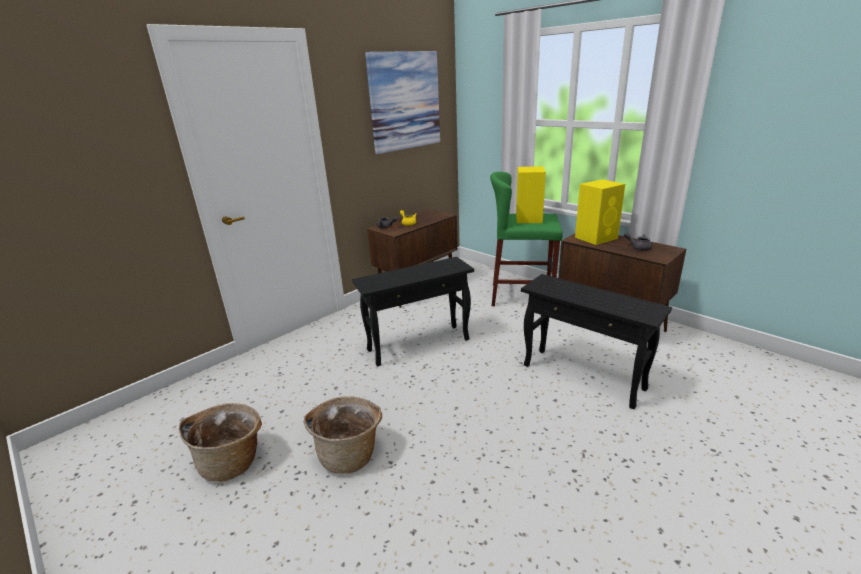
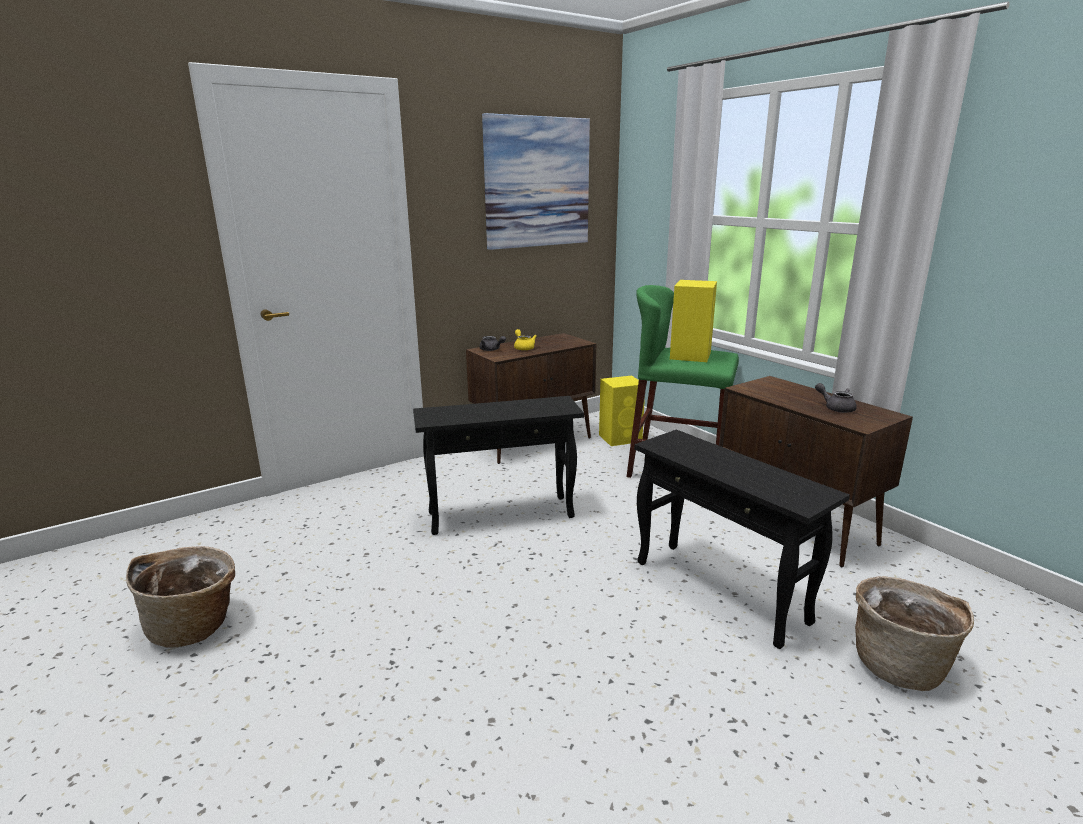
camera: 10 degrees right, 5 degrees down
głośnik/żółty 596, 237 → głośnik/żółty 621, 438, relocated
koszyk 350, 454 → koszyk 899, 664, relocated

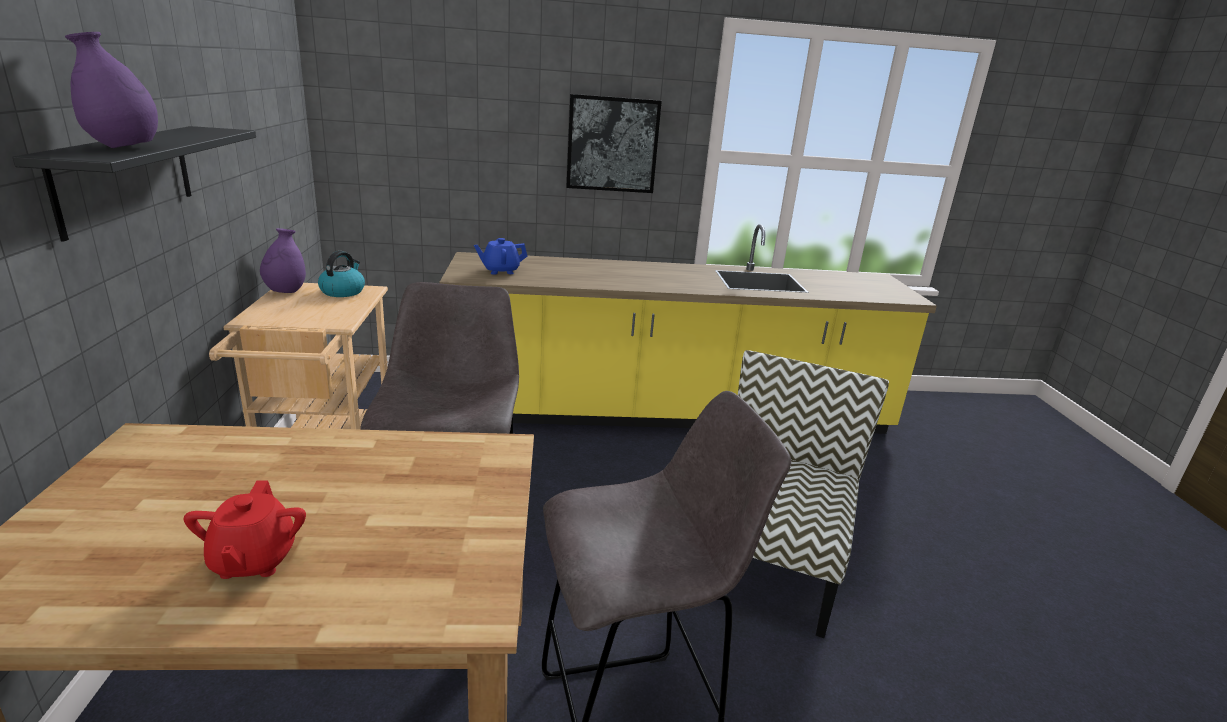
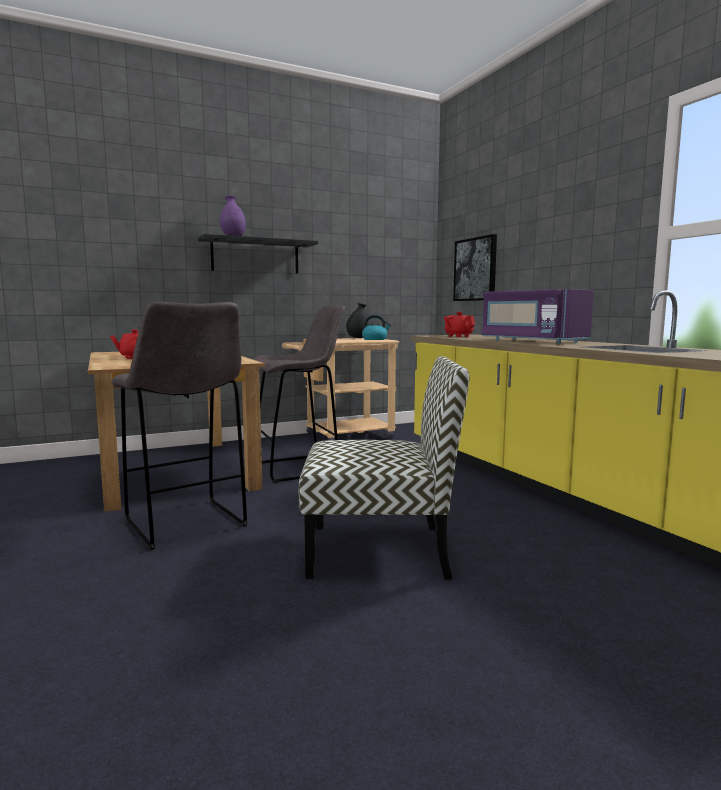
camera: 70 degrees right, 15 degrees down
wazon/fioletowy 286, 292 → wazon/czarny 357, 338
imbryk/niebieski 500, 271 → imbryk/czerwony 458, 336
obraz 612, 144 → obraz 475, 269, relocated
- → mikrofalówka/fioletowy 531, 341

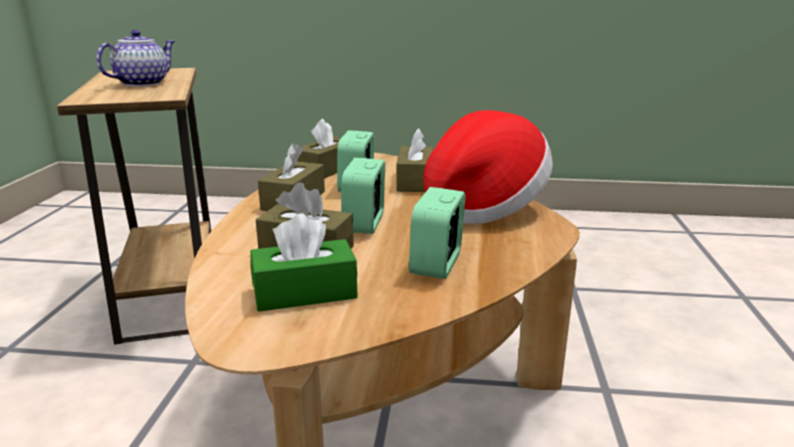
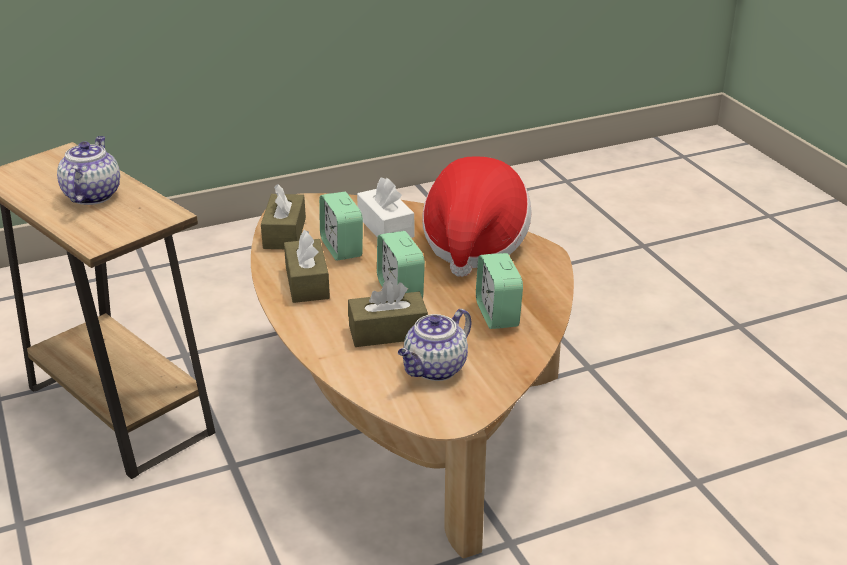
camera: 30 degrees left, 10 degrees up
pudełko chusteczek/brązowy 415, 181 → pudełko chusteczek/biały 385, 227
pudełko chusteczek/zielony 304, 292 → imbryk 435, 369

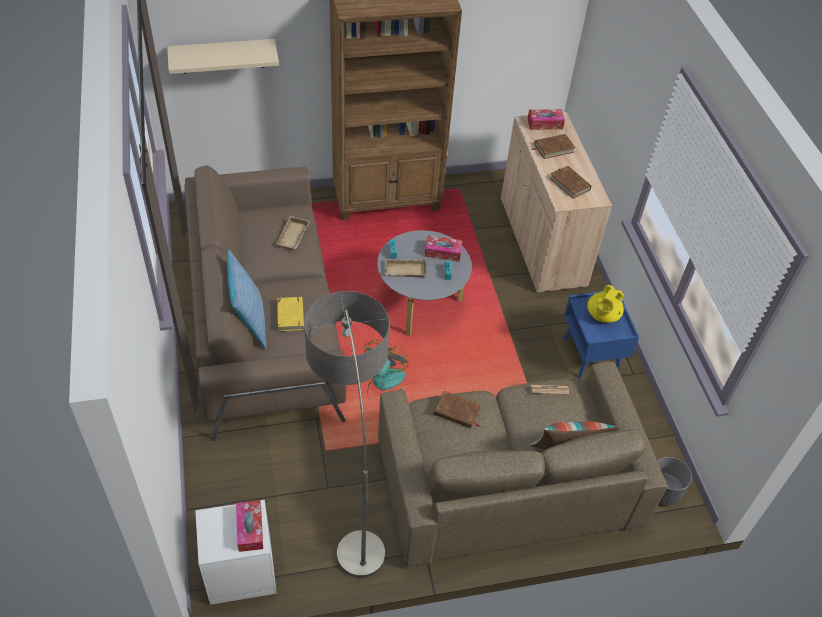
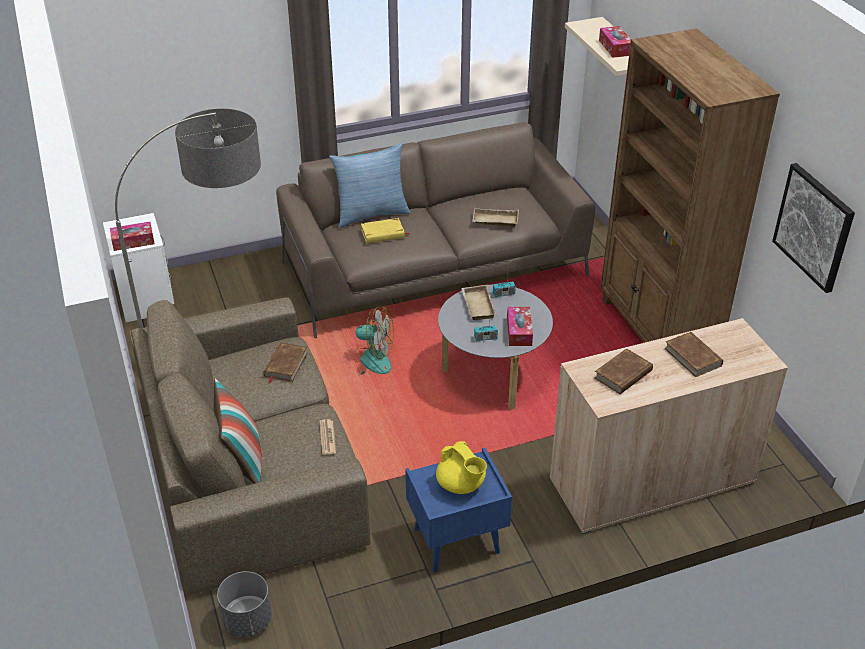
camera: 85 degrees right, 10 degrees down
imbryk/żółty 602, 315 → imbryk/żółty 461, 484, 150 degrees counterclockwise
pudełko chusteczek 545, 124 → pudełko chusteczek 615, 48, relocated
- → obraz 814, 227

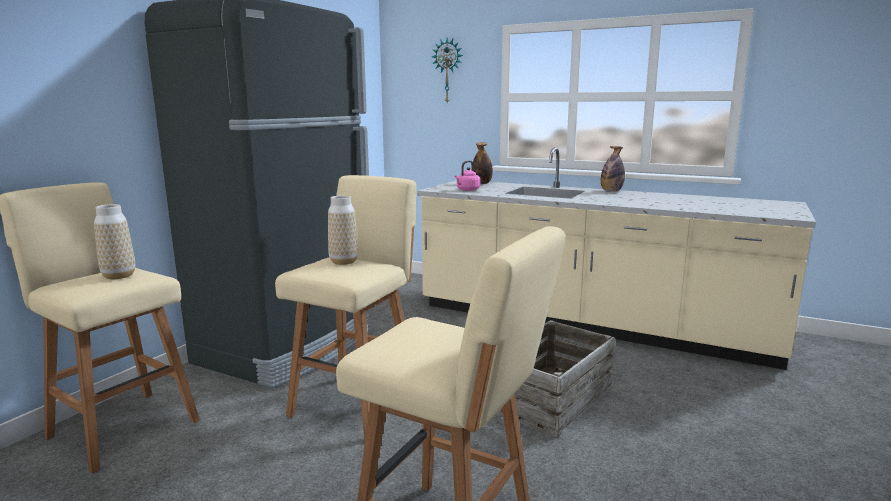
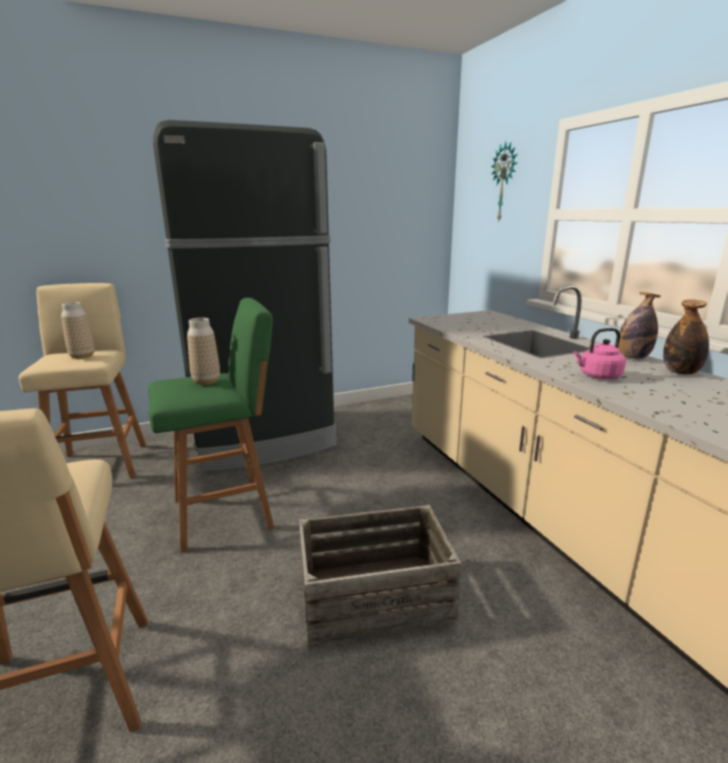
camera: 40 degrees right, 5 degrees up
stołek/beżowy 357, 403 → stołek/zielony 227, 512
czajnik/różowy 467, 190 → czajnik/różowy 598, 376, relocated
butelka 482, 183 → butelka 680, 372, relocated

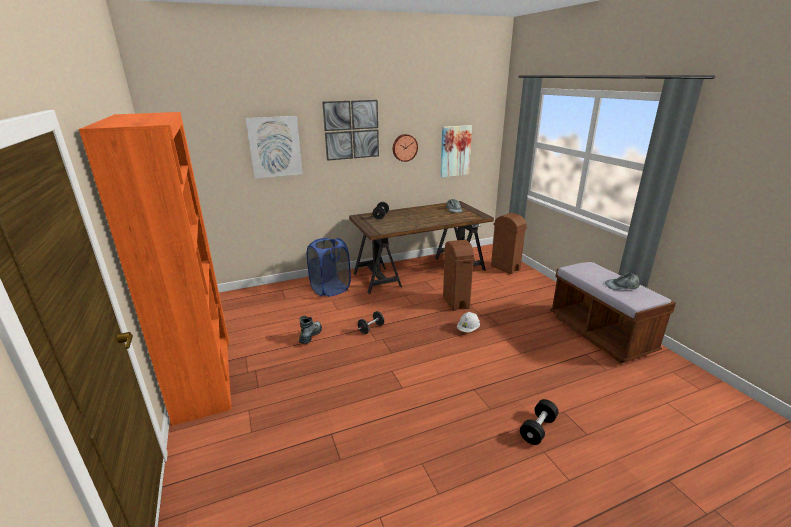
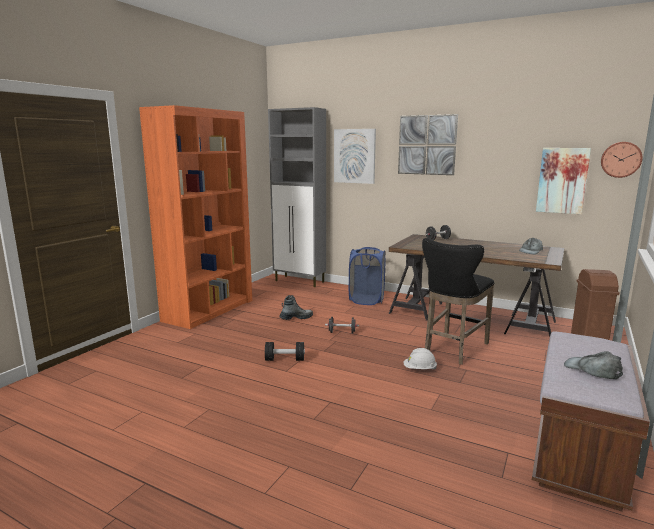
camera: 50 degrees right, 10 degrees down
hantel/czarny 538, 429 → hantel/czarny 285, 359, relocated
- → szafka/szary 300, 281
kosz na śmieci/brązowy 456, 303 → stołek/czarny 453, 349
zegar ścienny 404, 147 → zegar ścienny 621, 159, relocated

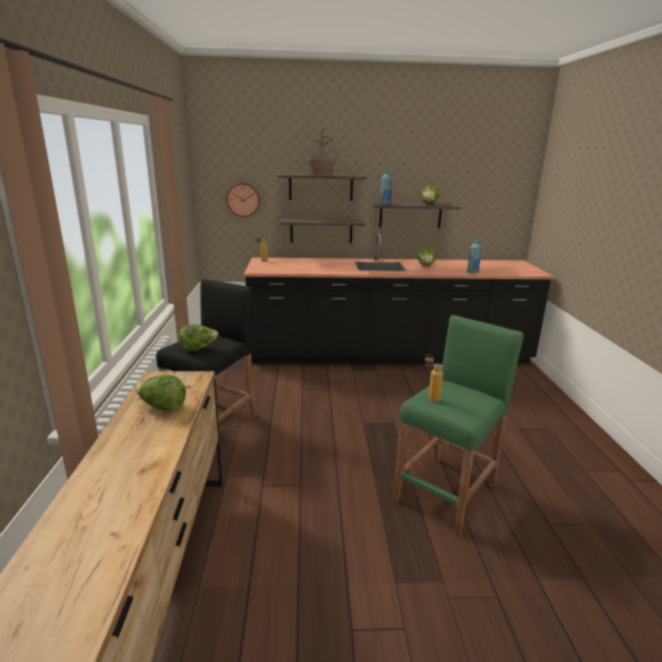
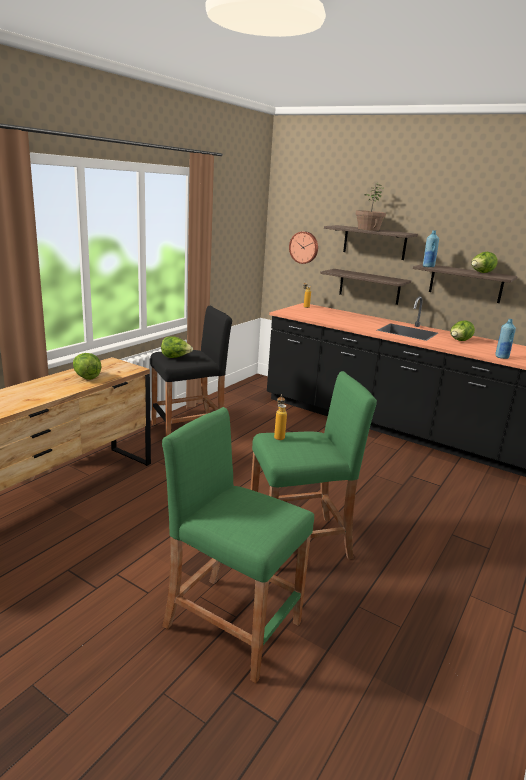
camera: 35 degrees right, 0 degrees up
- → stołek/zielony 232, 624

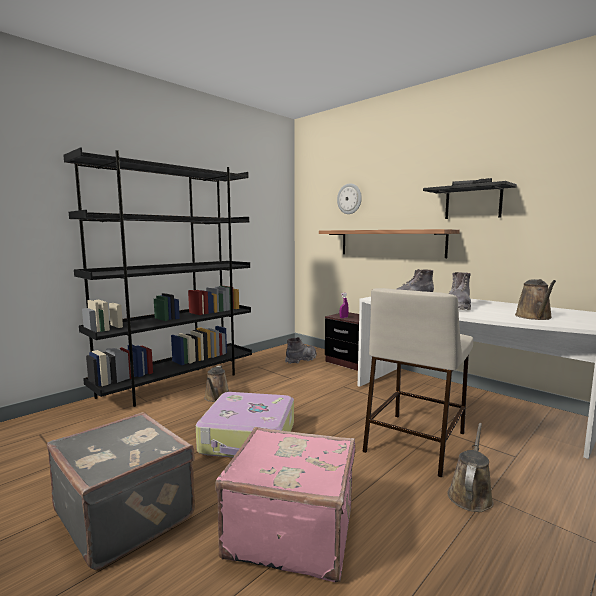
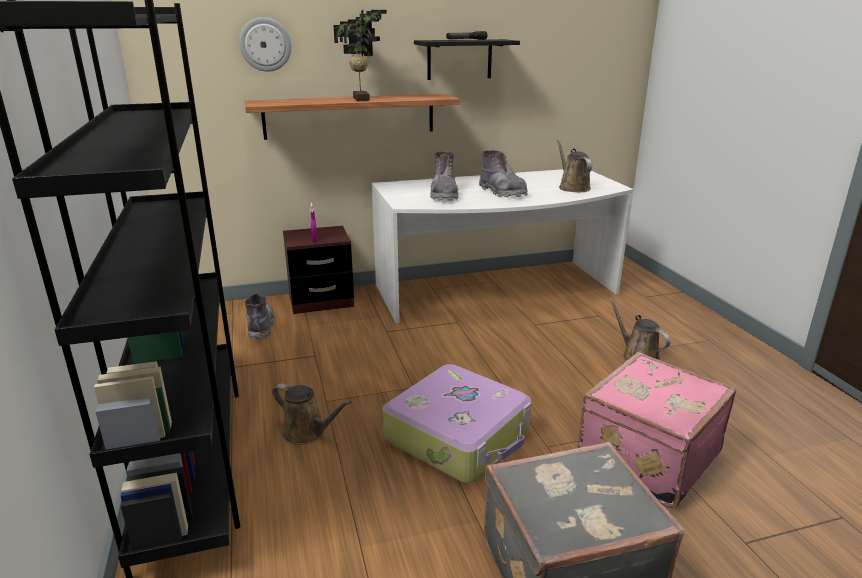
camera: 60 degrees left, 15 degrees up
- → roślina doniczkowa 363, 99
konewka/brązowy 534, 317 → konewka/brązowy 572, 187, 150 degrees counterclockwise
stołek/beżowy 415, 441 → -

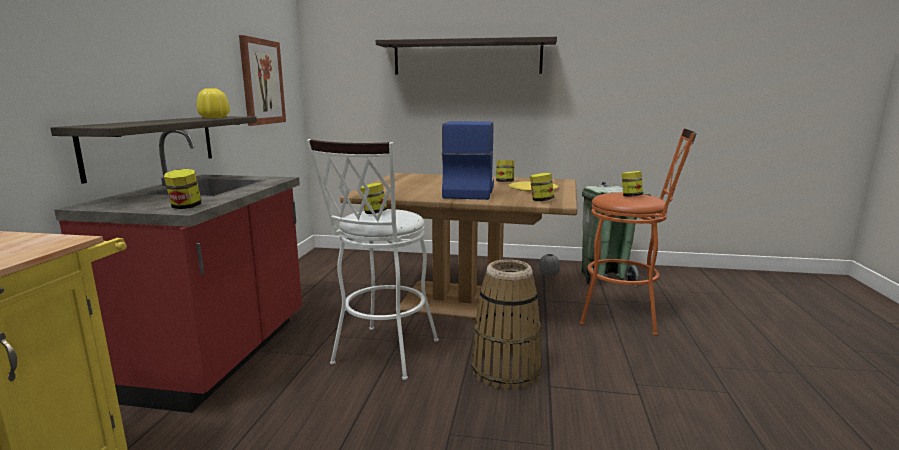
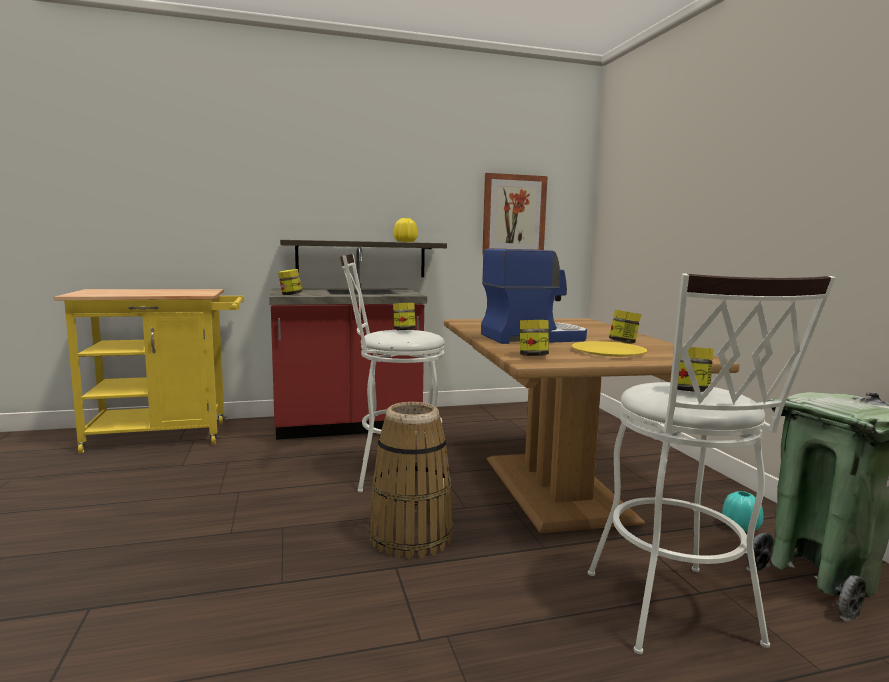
camera: 65 degrees right, 5 degrees down
stołek/pomarańczowy 627, 316 → stołek/biały 676, 616
wazon/szary 549, 274 → wazon/turkusowy 740, 526
półka 467, 57 → -

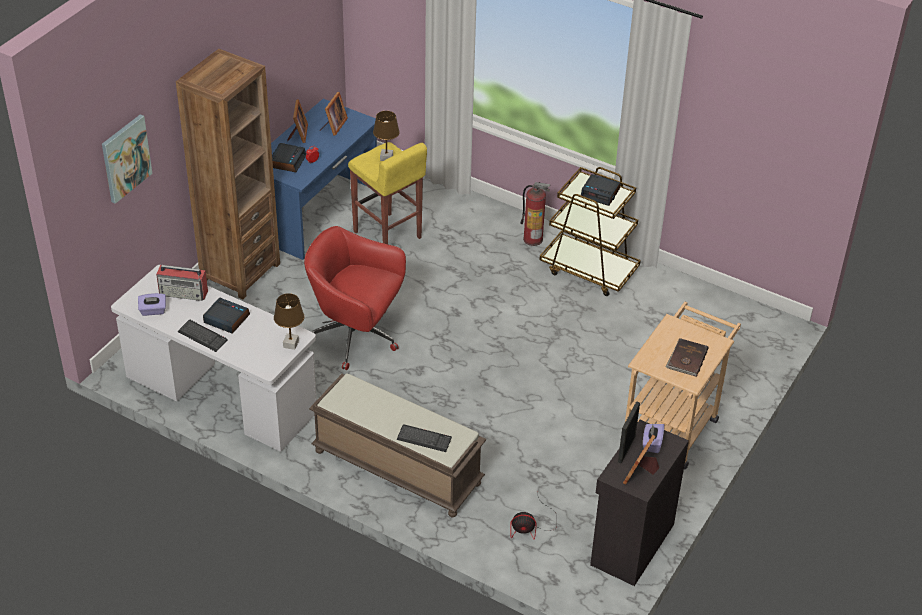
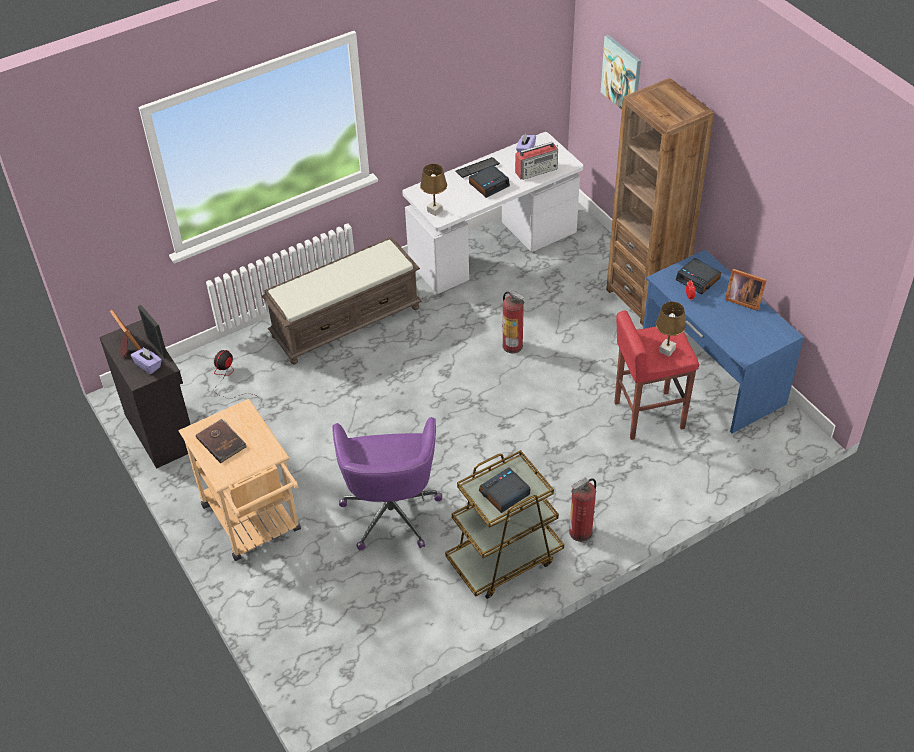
camera: 120 degrees right, 5 degrees up
- → krzesło biurowe/fioletowy 391, 510
krzesło biurowe/czerwony 355, 337 → gaśnica 513, 345
radio 184, 293 → radio 537, 170, 150 degrees counterclockwise
stołek/żółty 387, 235 → stołek/czerwony 647, 415
ramka na zdjęcie 333, 126 → -
klawiatura 424, 439 → -

